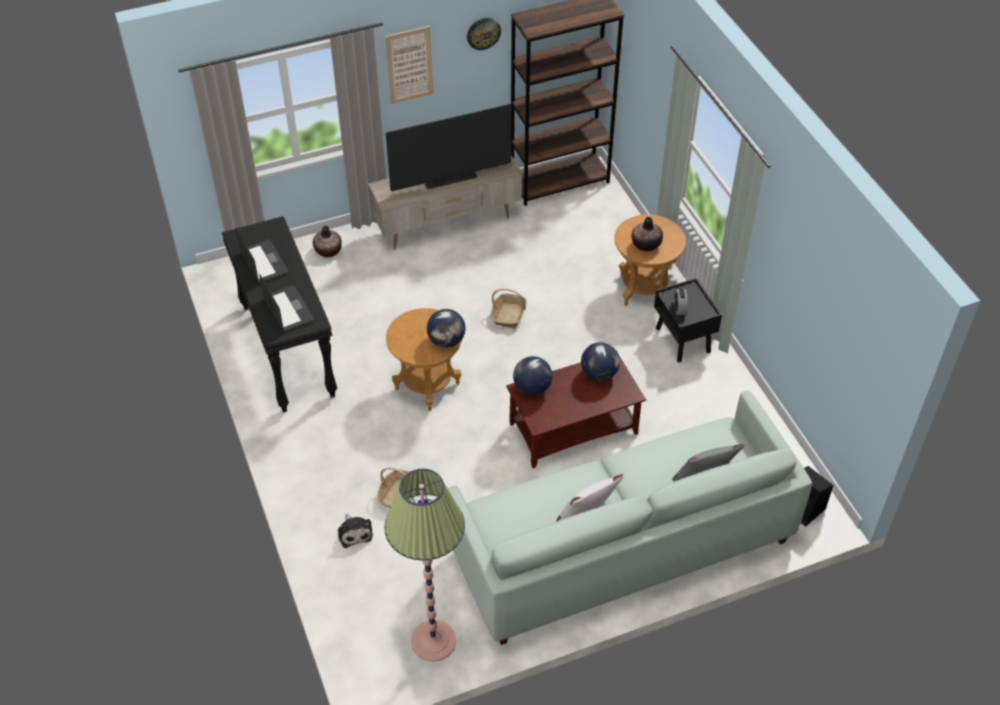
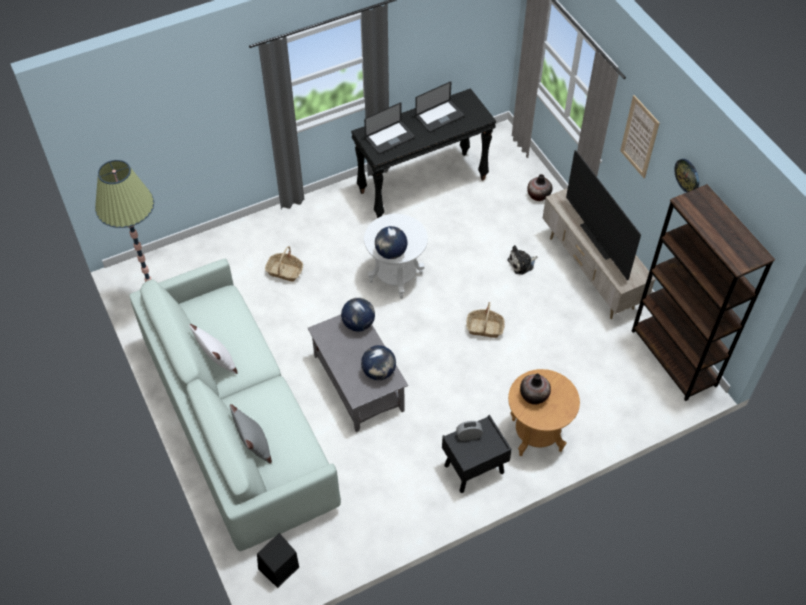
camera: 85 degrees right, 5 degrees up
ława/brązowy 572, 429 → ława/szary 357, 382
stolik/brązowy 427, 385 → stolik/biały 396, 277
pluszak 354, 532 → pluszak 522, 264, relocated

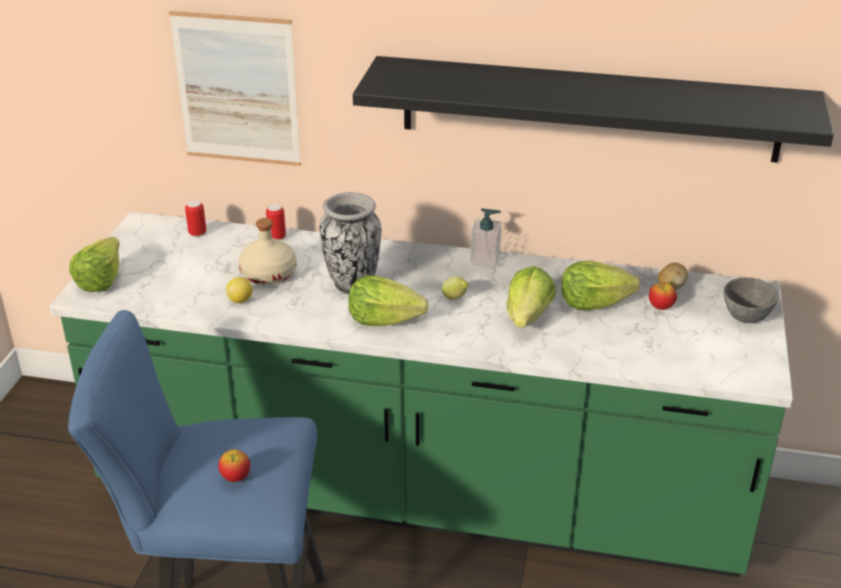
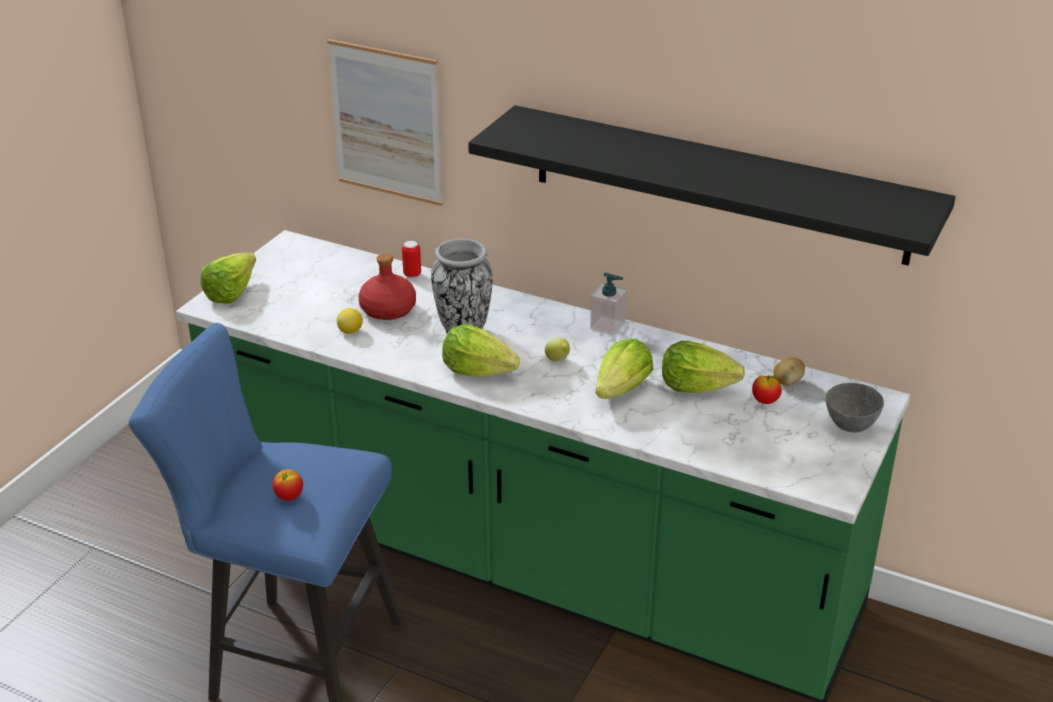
camera: 15 degrees right, 0 degrees up
butelka/beżowy 269, 274 → butelka/czerwony 388, 310
puszka 197, 233 → -

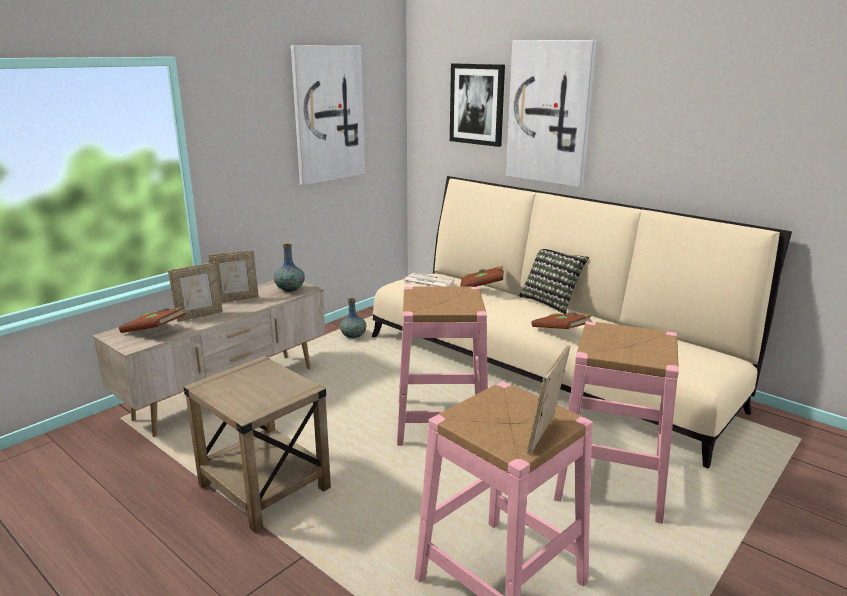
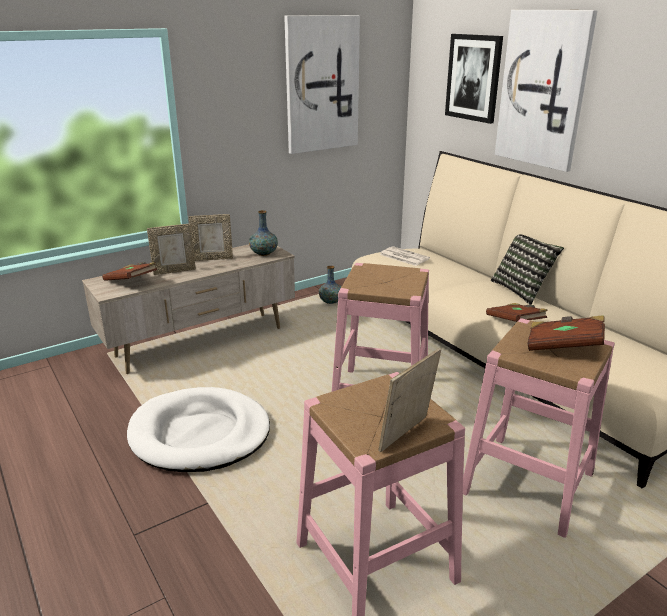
camera: 15 degrees right, 5 degrees up
stolik/beżowy 265, 487 → legowisko/biały 200, 434
książka/brązowy 481, 286 → książka/brązowy 563, 346, relocated

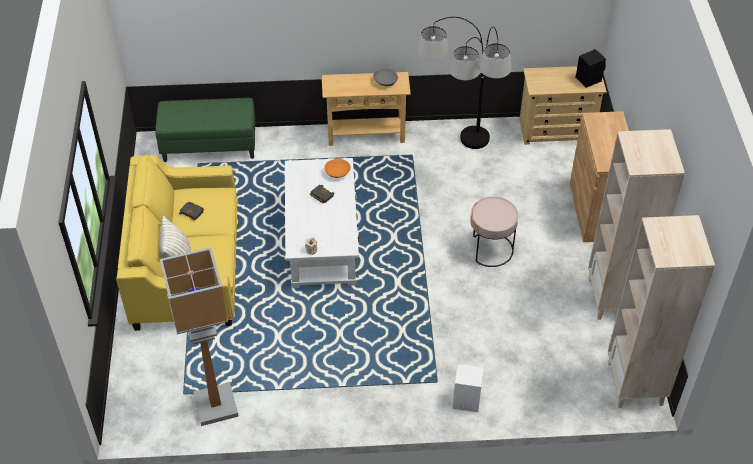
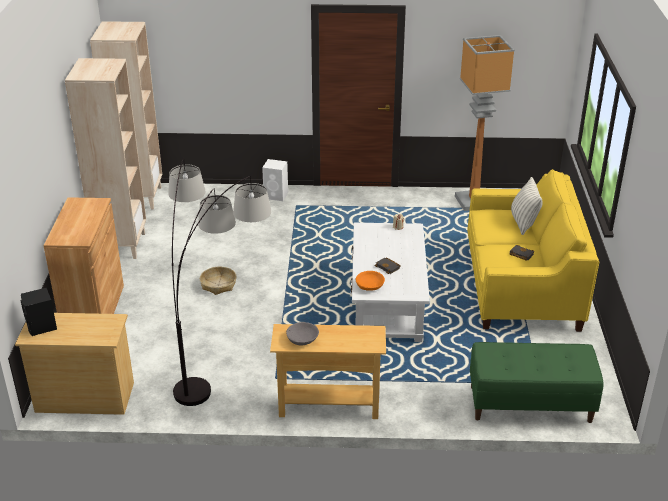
camera: 175 degrees left, 15 degrees down
stolik/różowy 490, 249 → koszyk 218, 285

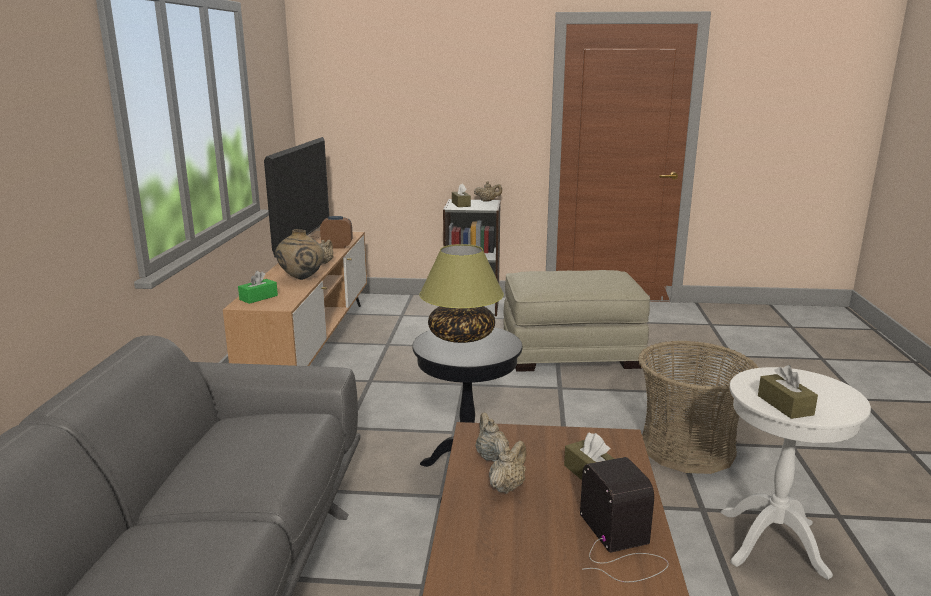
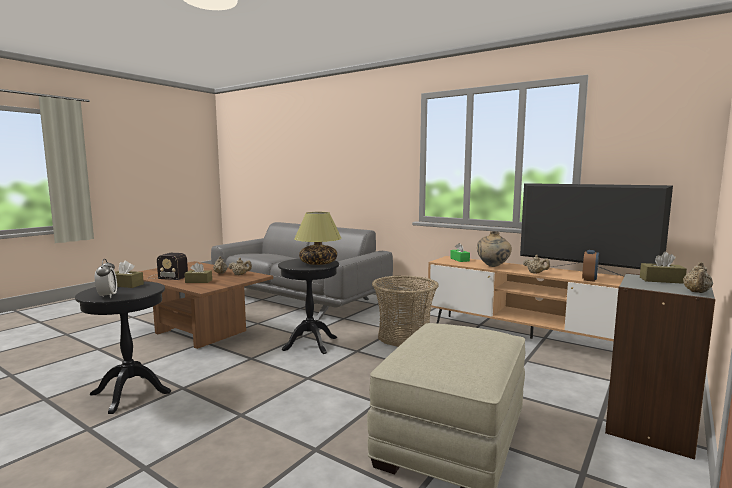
camera: 120 degrees right, 10 degrees down
stolik/biały 772, 543 → stolik/czarny 130, 393
- → budzik 107, 296
koszyk 687, 448 → koszyk 404, 337, relocated

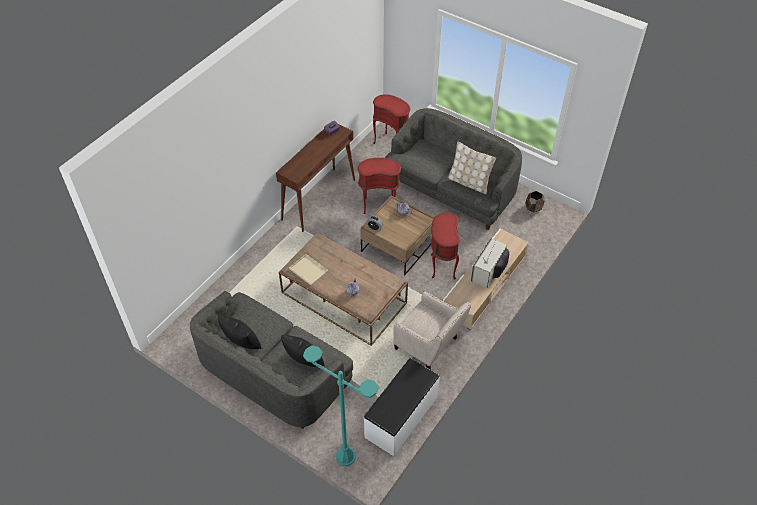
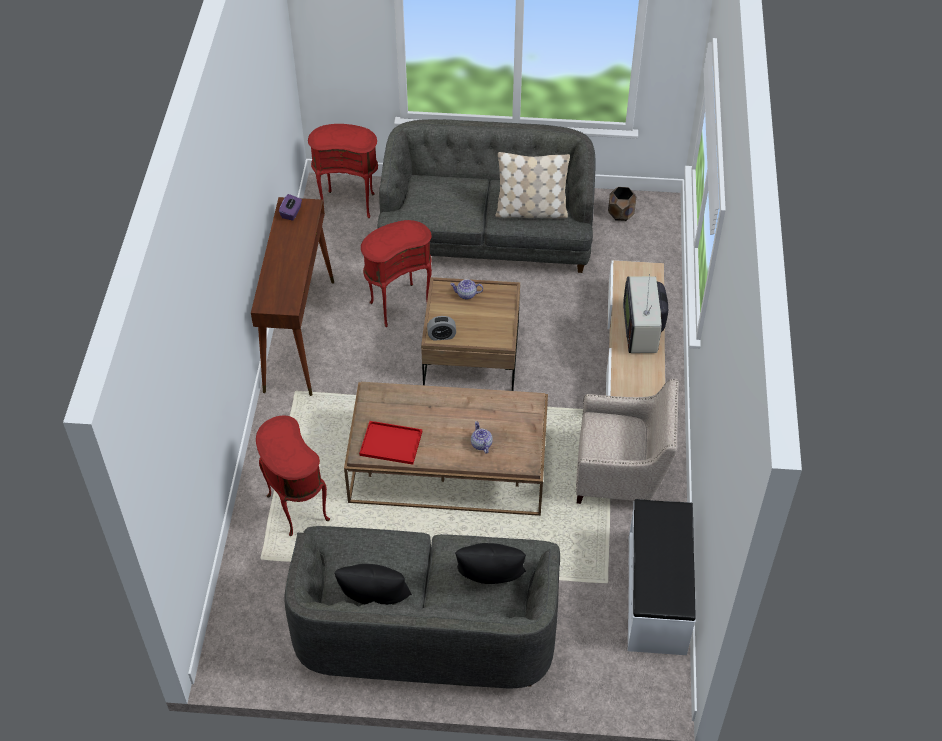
camera: 30 degrees left, 0 degrees up
stolik/czerwony 441, 266 → stolik/czerwony 295, 509, relocated
taca/beżowy 308, 270 → taca/czerwony 389, 444
lampa stojąca/turkusowy 345, 457 → -

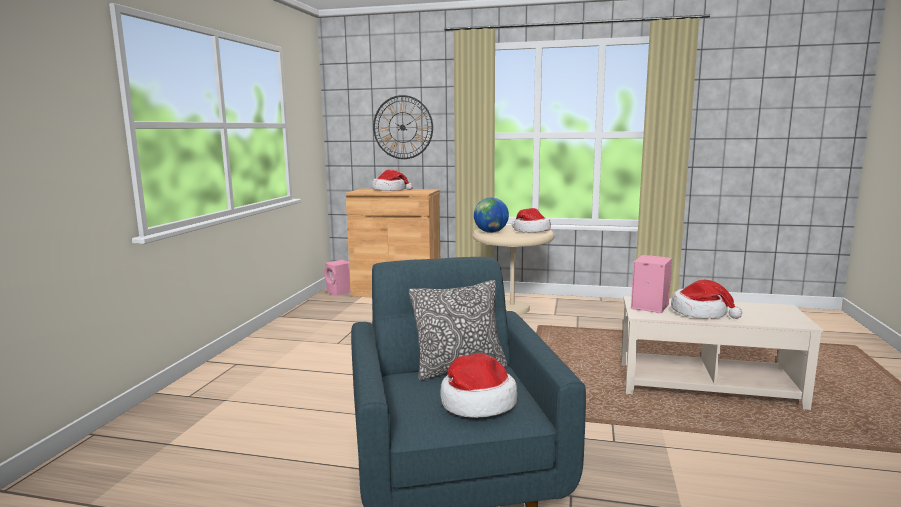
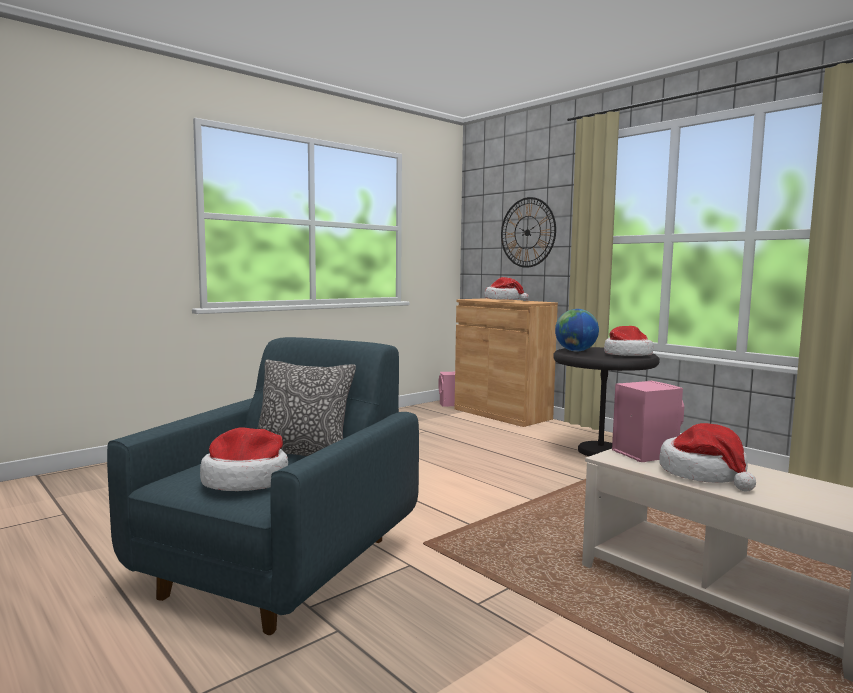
camera: 35 degrees right, 5 degrees down
stolik/beżowy 512, 309 → stolik/czarny 600, 451

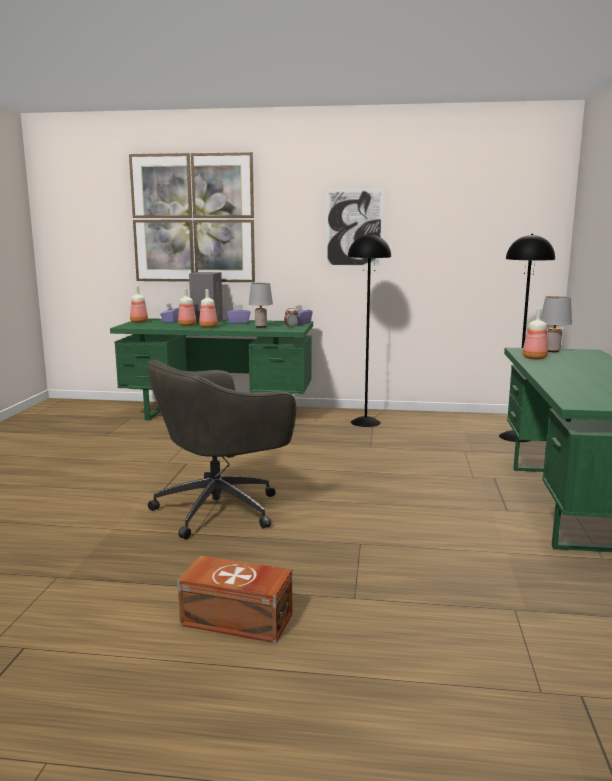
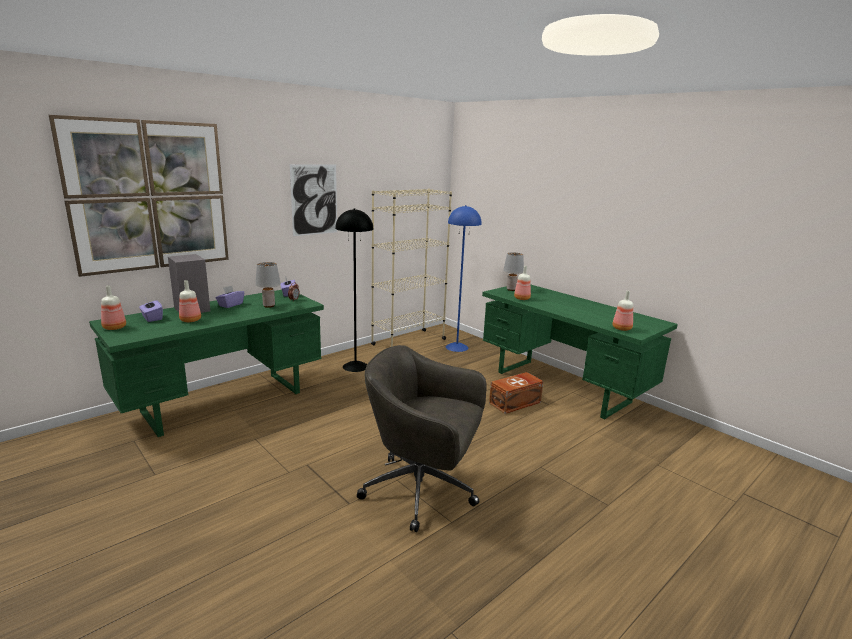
camera: 50 degrees left, 5 degrees up
krzesło biurowe/szary 221, 509 → krzesło biurowe/szary 422, 491, 105 degrees clockwise
- → regał/beżowy 408, 342
lampa stojąca/czarny 515, 437 → lampa stojąca/niebieski 456, 347
pojemnik do przechowywania/brązowy 237, 620 → pojemnik do przechowywania/brązowy 516, 403, relocated
butelka 209, 327 → butelka 622, 328, relocated

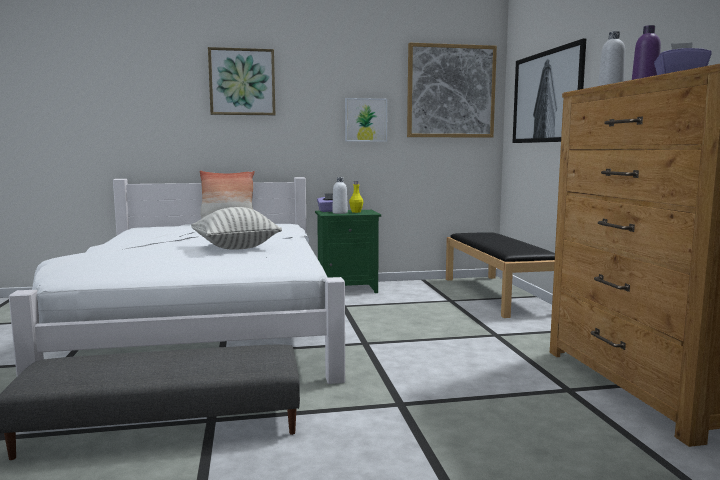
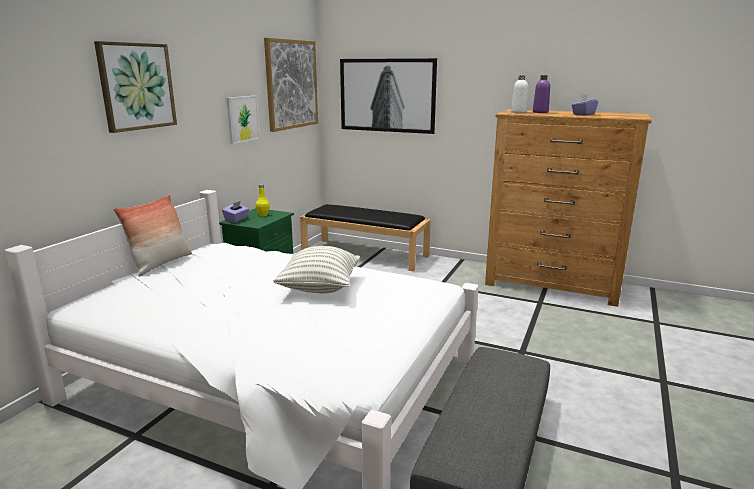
camera: 55 degrees left, 10 degrees up
butelka/biały 340, 213 → -

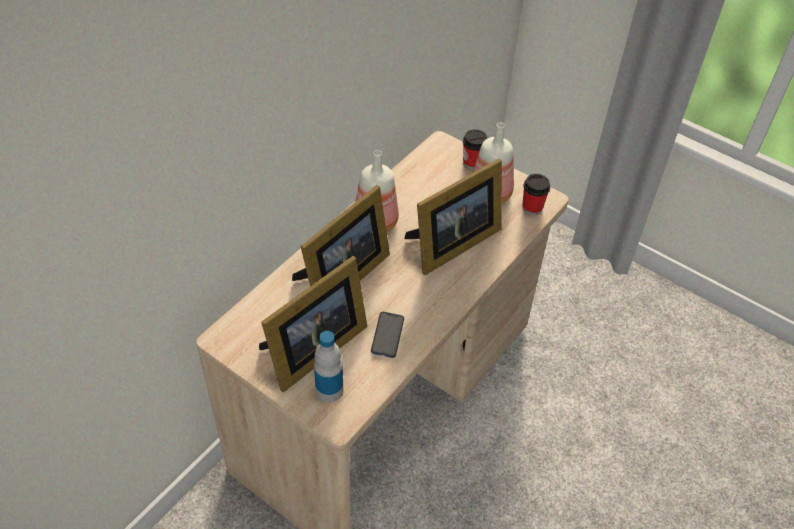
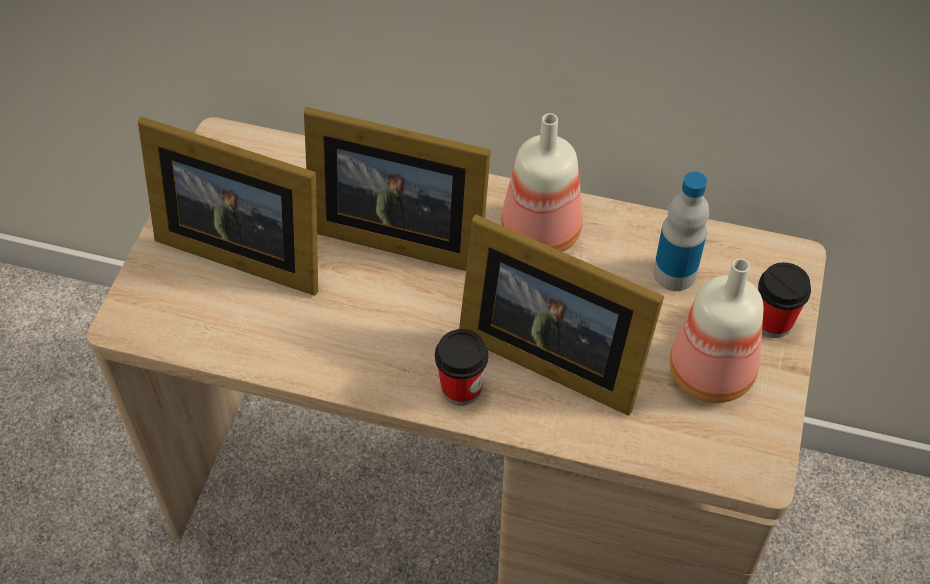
camera: 70 degrees right, 5 degrees up
filiżanka 532, 208 → filiżanka 461, 388, relocated
butelka 329, 390 → butelka 674, 273, relocated
telefon 387, 335 → -

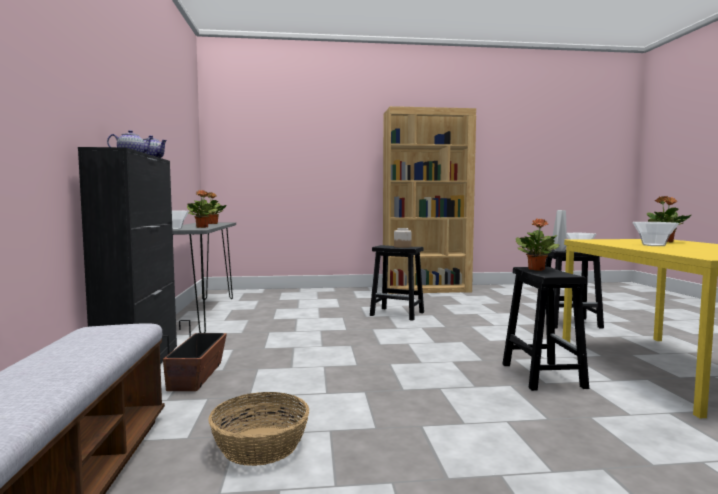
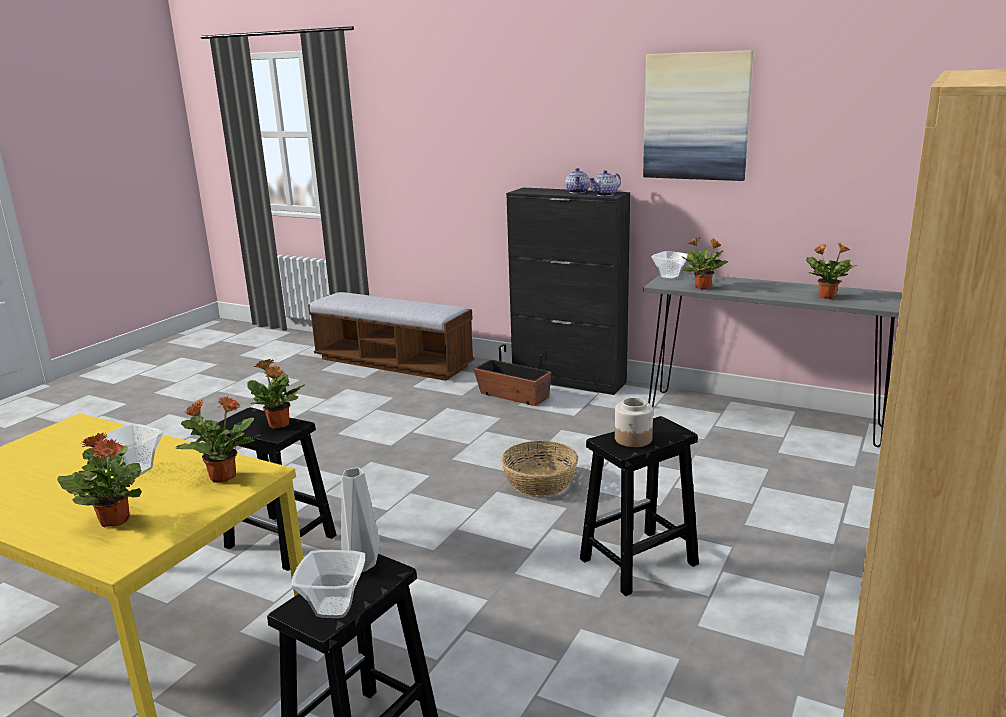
camera: 125 degrees right, 15 degrees up
- → roślina doniczkowa 222, 477
koszyk 260, 446 → koszyk 539, 482, relocated
- → obraz 696, 116

